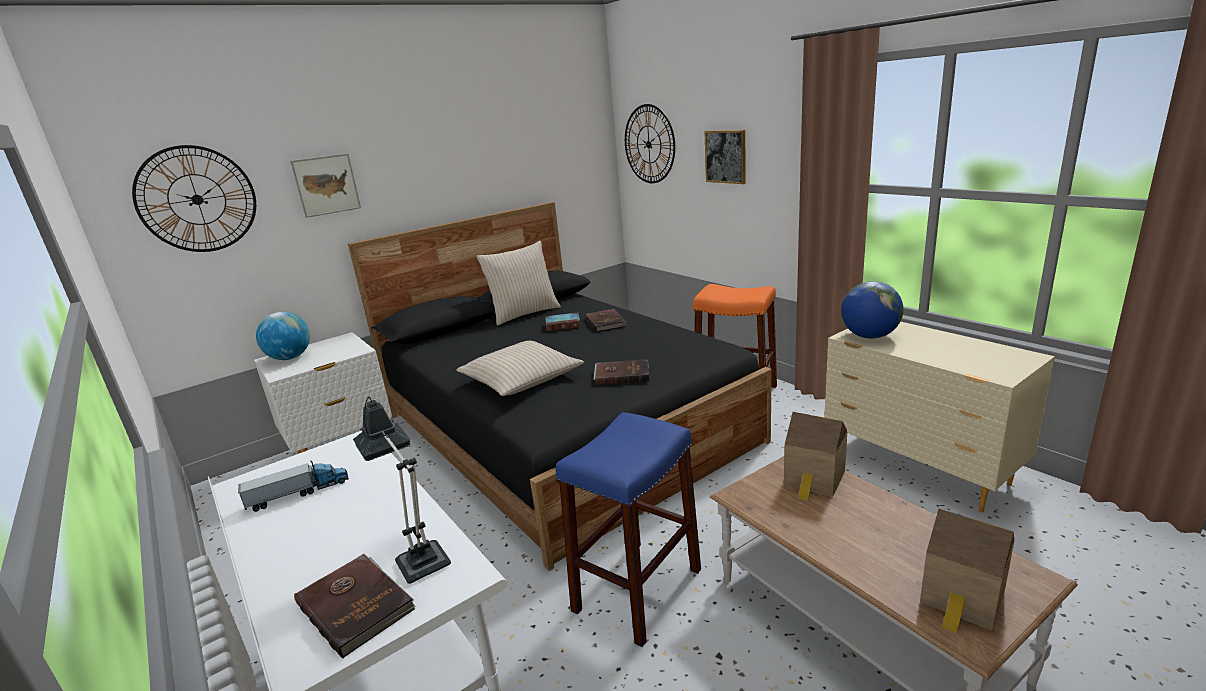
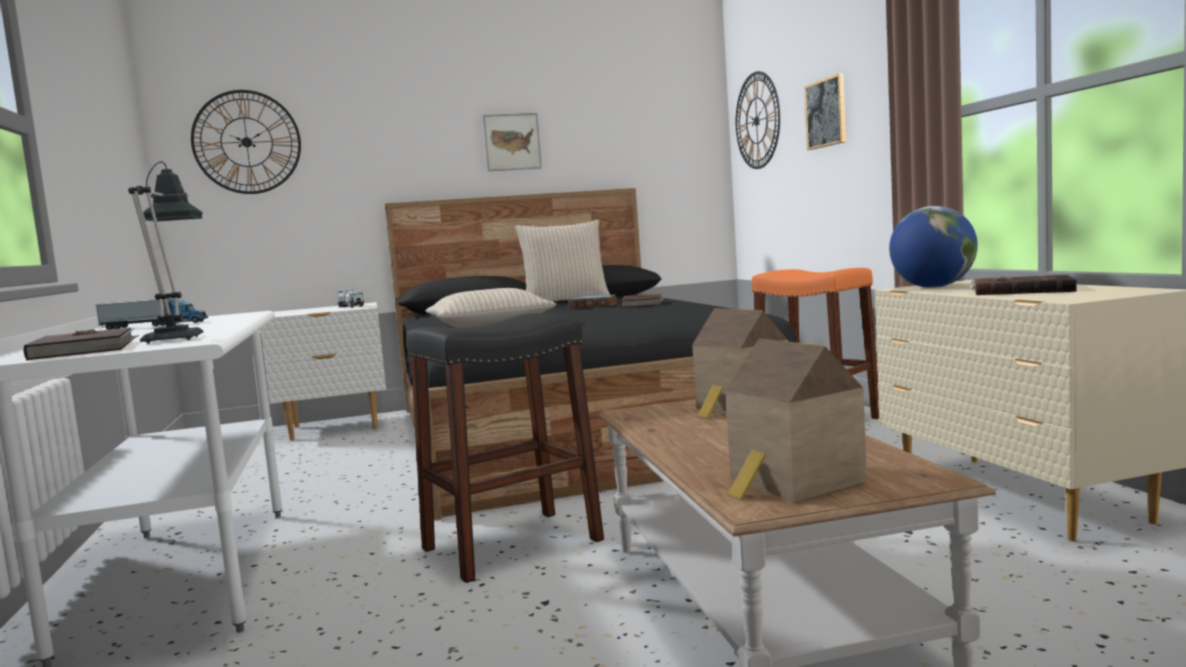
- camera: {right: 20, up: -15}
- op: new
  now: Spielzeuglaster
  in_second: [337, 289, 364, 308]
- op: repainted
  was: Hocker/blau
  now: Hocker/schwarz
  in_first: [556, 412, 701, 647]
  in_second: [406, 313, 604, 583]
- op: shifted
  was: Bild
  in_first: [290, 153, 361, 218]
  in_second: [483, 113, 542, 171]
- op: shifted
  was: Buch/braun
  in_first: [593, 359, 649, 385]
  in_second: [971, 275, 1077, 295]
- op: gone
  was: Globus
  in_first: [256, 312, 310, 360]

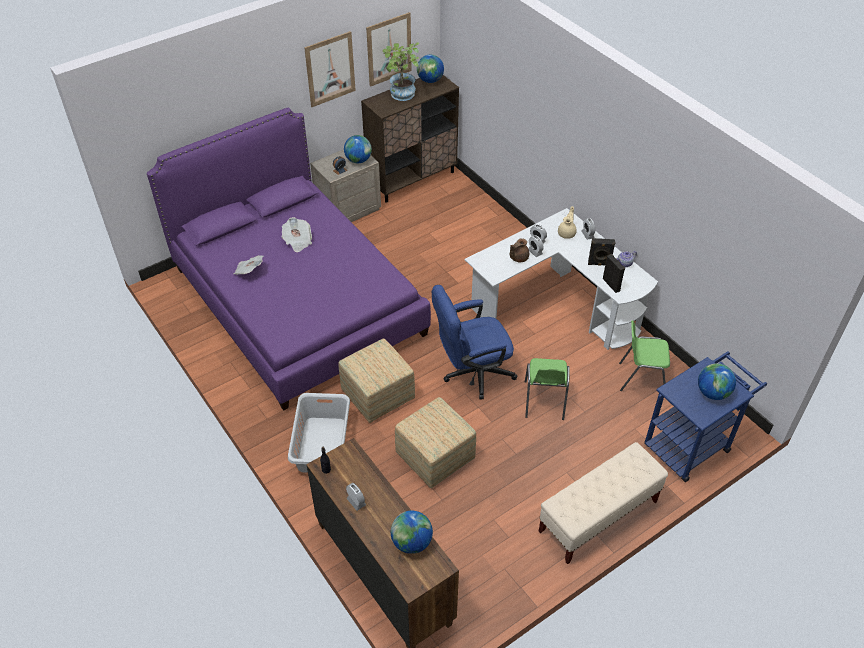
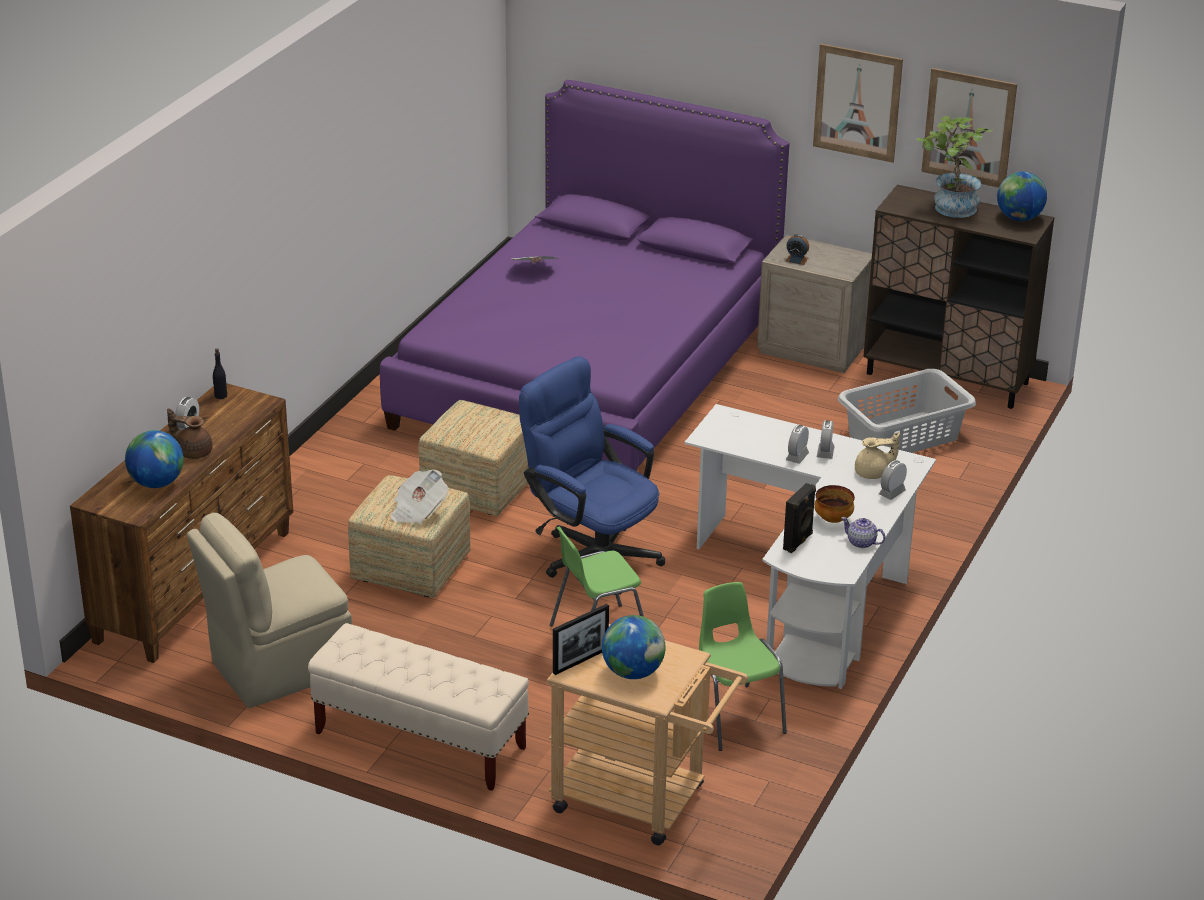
- camera: {right: 60, up: -15}
- op: shifted
  was: Teekanne/braun
  in_first: [510, 238, 529, 263]
  in_second: [167, 408, 213, 459]
- op: new
  now: Stuhl/beige
  in_second: [187, 512, 352, 708]
- op: shifted
  was: Zeitung
  in_first: [282, 217, 312, 252]
  in_second: [390, 470, 448, 524]
- op: repainted
  was: Rollwagen/blau
  now: Rollwagen/beige
  in_first: [644, 351, 767, 482]
  in_second: [547, 624, 748, 845]
- op: new
  now: Bilderrahmen
  in_second: [553, 604, 609, 675]
- op: swapped
  was: Lautsprecher/schwarz
  now: Schüssel
  in_first: [588, 238, 615, 266]
  in_second: [814, 485, 855, 523]
- op: shifted
  was: Wäschekorb/grau
  in_first: [288, 393, 350, 473]
  in_second: [838, 369, 976, 453]
- op: gone
  was: Globus
  in_first: [344, 135, 372, 163]

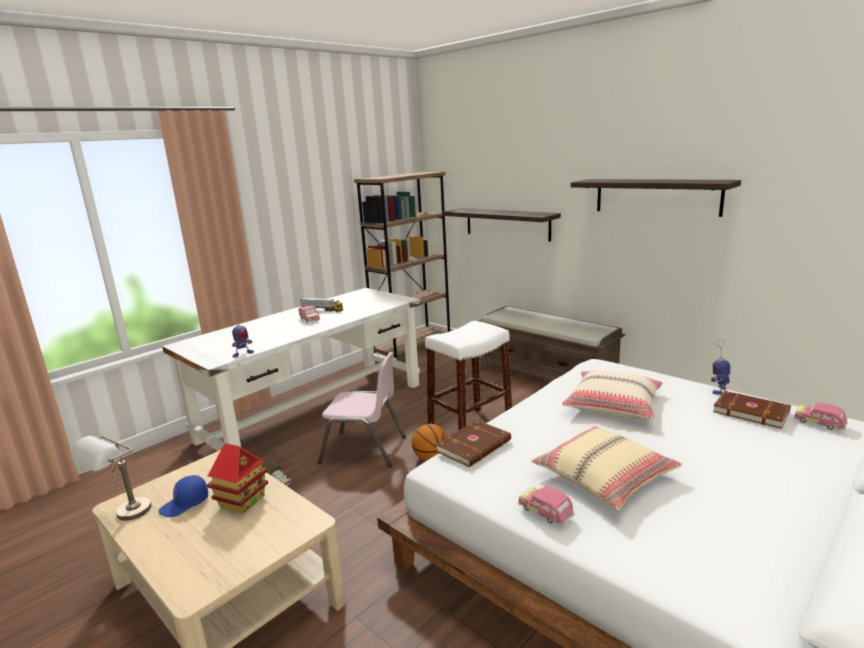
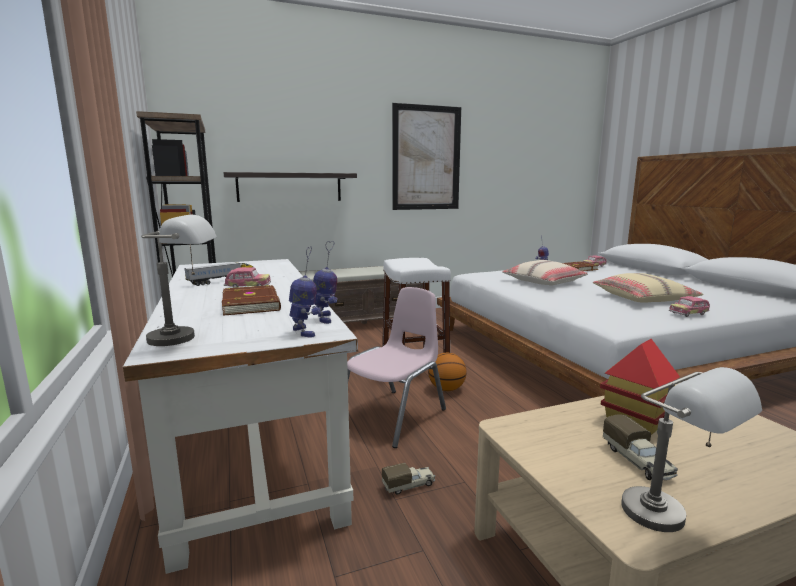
- camera: {right: -65, up: -5}
- op: new
  now: Tischlampe/grau
  in_second: [141, 215, 217, 346]
- op: shifted
  was: Buch/braun
  in_first: [436, 420, 511, 467]
  in_second: [222, 285, 281, 316]
- op: new
  now: Spielzeugroboter
  in_second: [289, 246, 321, 338]
- op: swapped
  was: Wandregal
  now: Bild
  in_first: [571, 179, 741, 217]
  in_second: [392, 103, 461, 210]
- op: swapped
  was: Kappe/blau
  now: Spielzeuglaster
  in_first: [158, 475, 208, 517]
  in_second: [603, 414, 678, 480]

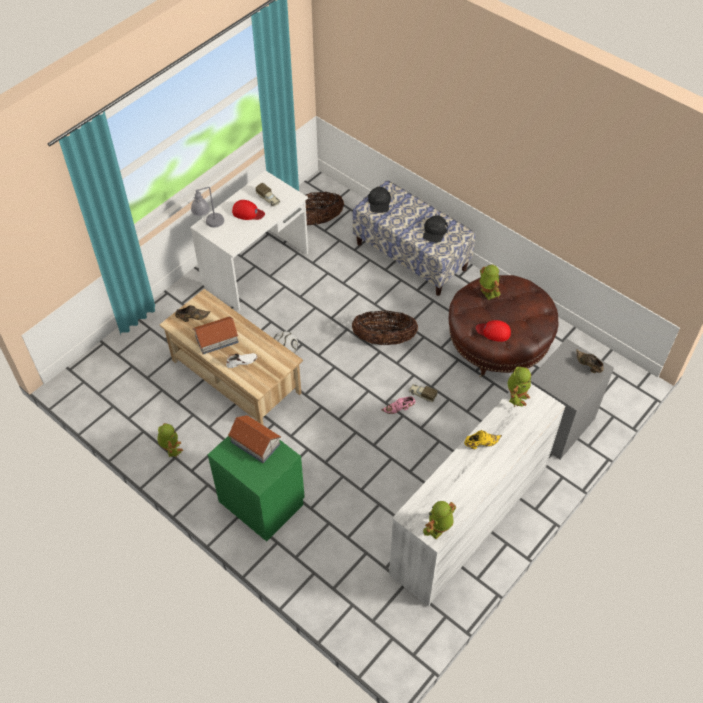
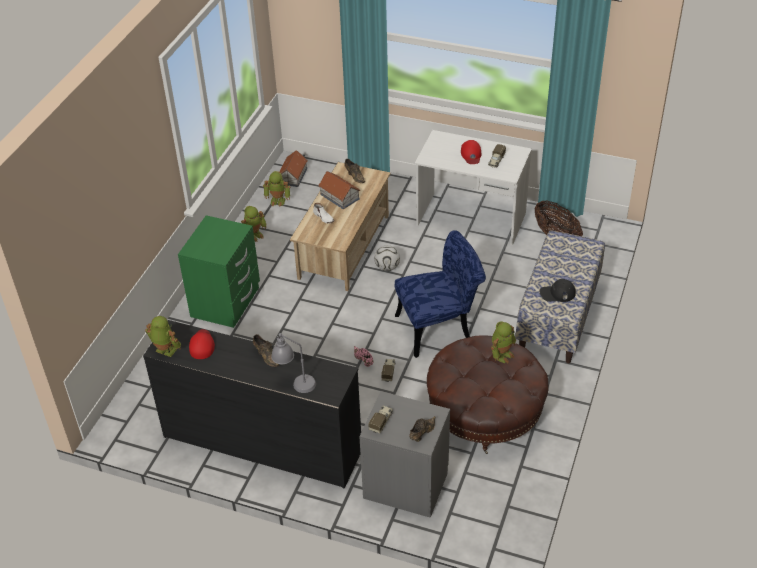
- camera: {right: 70, up: -10}
- op: repainted
  was: Kommode/weiß
  now: Kommode/schwarz
  in_first: [389, 384, 566, 606]
  in_second: [143, 320, 361, 489]
- op: shifted
  was: Kappe/rot
  in_first: [476, 320, 511, 342]
  in_second: [189, 329, 215, 359]
- op: repainted
  was: Schuh/gelb
  now: Schuh/braun
  in_first: [464, 430, 502, 449]
  in_second: [253, 334, 279, 367]
- op: shifted
  was: Spielzeugroboter
  in_first: [508, 367, 532, 407]
  in_second: [263, 171, 290, 207]
- op: shifted
  was: Tischlampe/grau
  in_first: [191, 187, 224, 227]
  in_second: [271, 333, 316, 393]
- op: shifted
  was: Spielzeughaus
  in_first: [228, 415, 281, 463]
  in_second: [279, 150, 308, 187]
- op: new
  now: Spielzeuglaster
  in_second: [368, 405, 393, 433]
- op: swapped
  was: Korb
  now: Stuhl/blau
  in_first: [352, 310, 418, 345]
  in_second: [395, 230, 486, 358]
- op: gone
  was: Kappe/schwarz
  in_first: [368, 187, 391, 213]

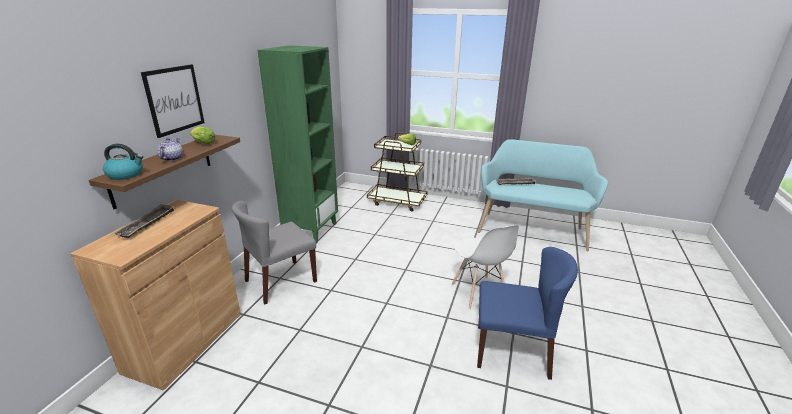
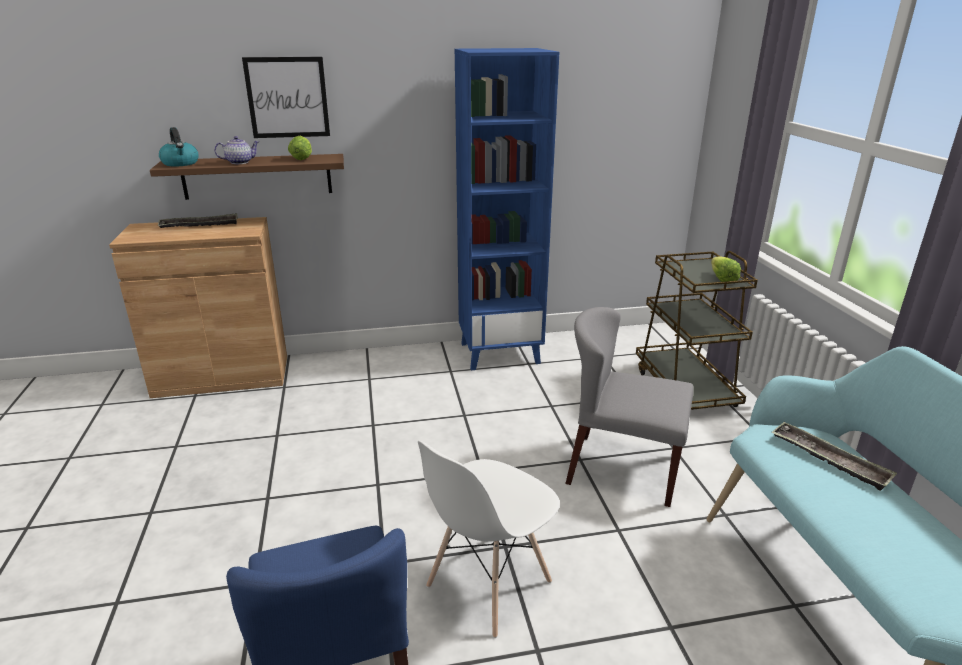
- camera: {right: 60, up: 0}
- op: repainted
  was: Bücherregal/grün
  now: Bücherregal/blau
  in_first: [258, 45, 338, 244]
  in_second: [455, 48, 559, 370]
- op: shifted
  was: Stuhl/grau
  in_first: [231, 201, 317, 304]
  in_second: [565, 307, 694, 507]

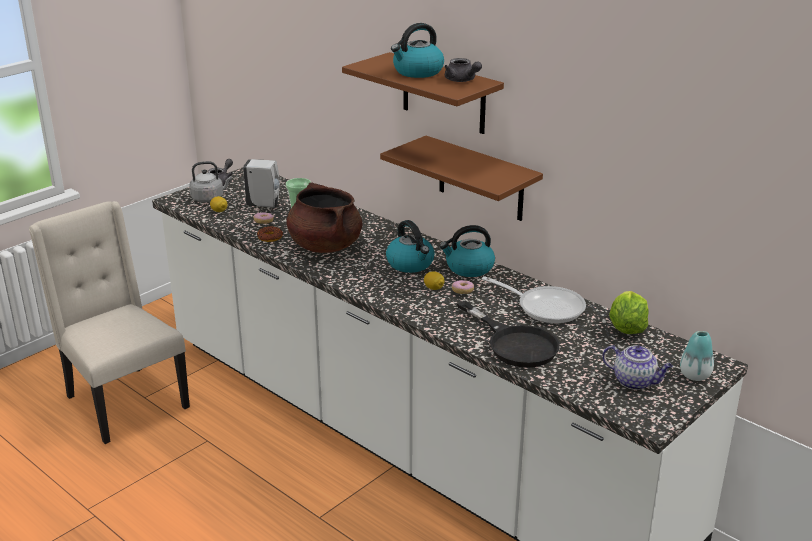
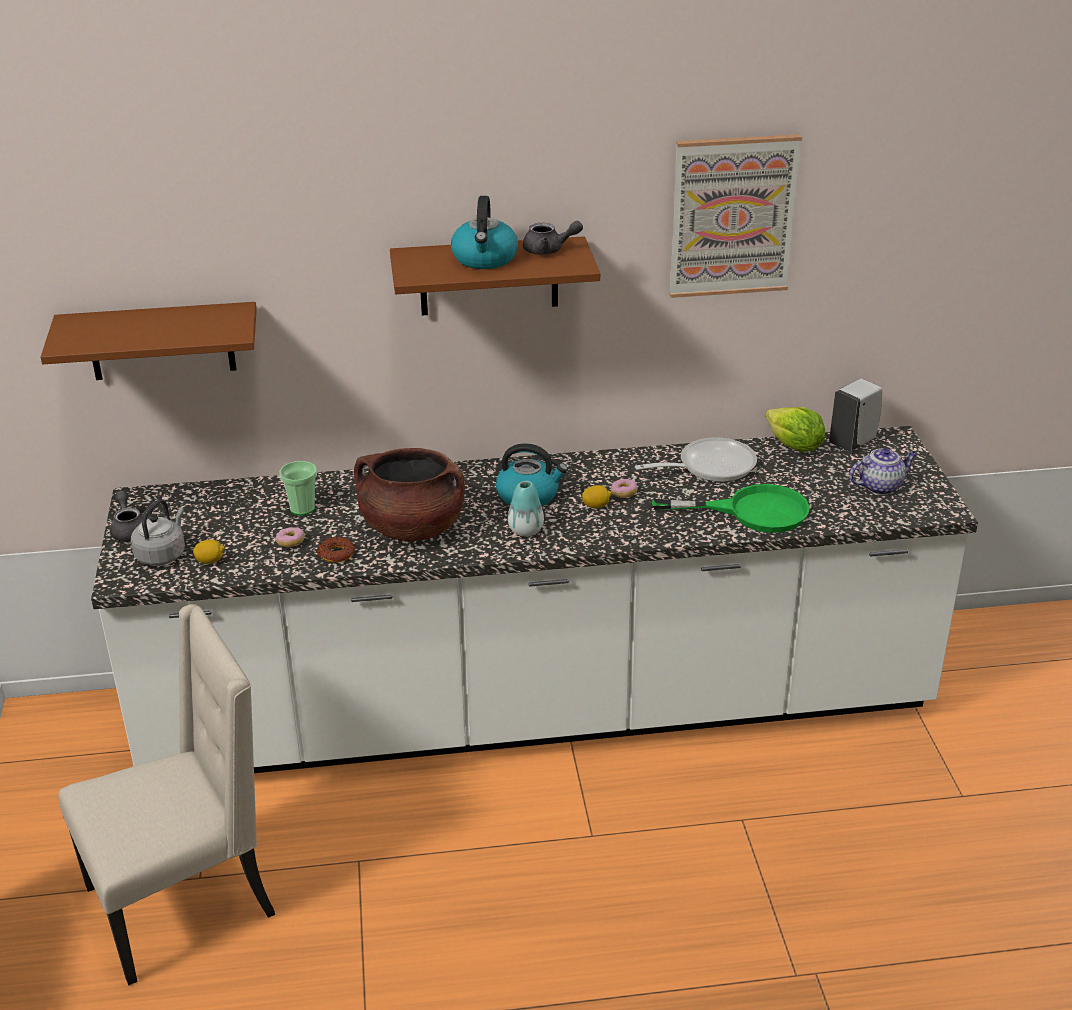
- camera: {right: -50, up: 5}
- op: shifted
  was: Wandregal/braun
  in_first: [380, 136, 543, 221]
  in_second: [40, 302, 257, 380]
- op: rotated
  was: Stuhl/beige
  in_first: [29, 201, 190, 444]
  in_second: [58, 604, 275, 986]
  clockwise: 150
- op: shifted
  was: Vase
  in_first: [680, 331, 714, 381]
  in_second: [508, 481, 544, 536]
- op: repainted
  was: Pfanne/schwarz
  now: Pfanne/grün
  in_first: [457, 301, 560, 368]
  in_second: [652, 484, 810, 533]
- op: new
  now: Bild
  in_second: [669, 134, 802, 298]
- op: shifted
  was: Seifenspender/weiß
  in_first: [243, 159, 280, 208]
  in_second: [829, 378, 882, 451]
- op: gone
  was: Wasserkessel
  in_first: [440, 225, 495, 277]

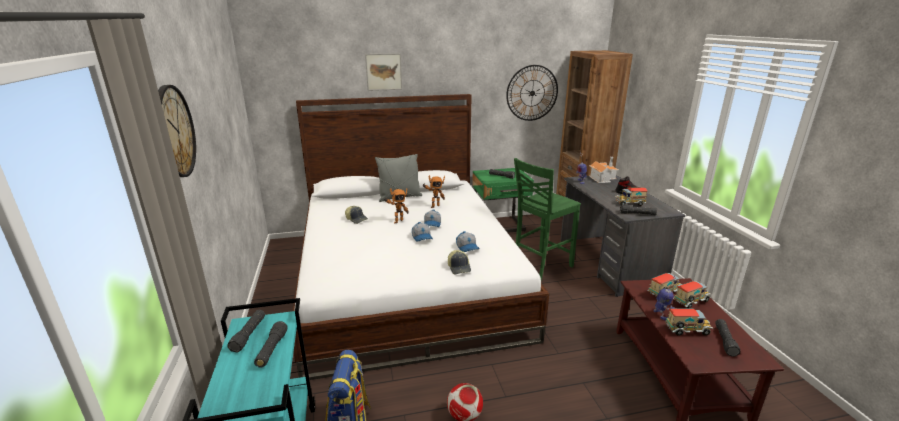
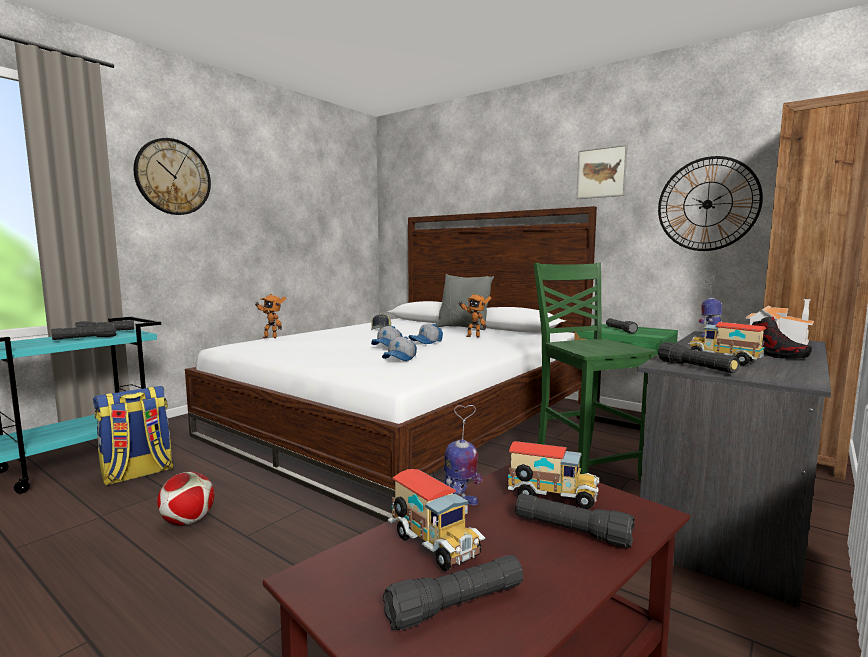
- camera: {right: 50, up: -15}
- op: shifted
  was: Spielzeugroboter
  in_first: [385, 188, 408, 223]
  in_second: [255, 293, 286, 338]
- op: swapped
  was: Spielzeuglaster
  now: Taschenlampe/schwarz
  in_first: [673, 281, 712, 309]
  in_second: [515, 493, 635, 548]
- op: rotated
  was: Stuhl/grün
  in_first: [514, 158, 581, 281]
  in_second: [534, 262, 657, 482]
  clockwise: 60
- op: shifted
  was: Bild
  in_first: [365, 53, 402, 91]
  in_second: [576, 144, 628, 199]
- op: gone
  was: Kappe
  in_first: [448, 250, 471, 274]

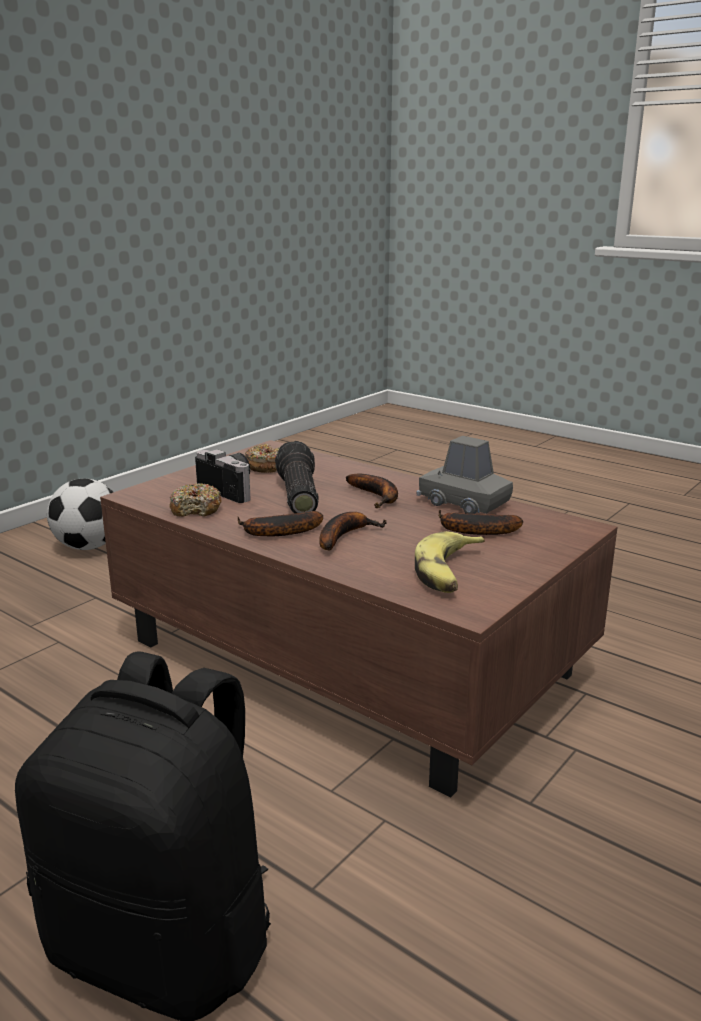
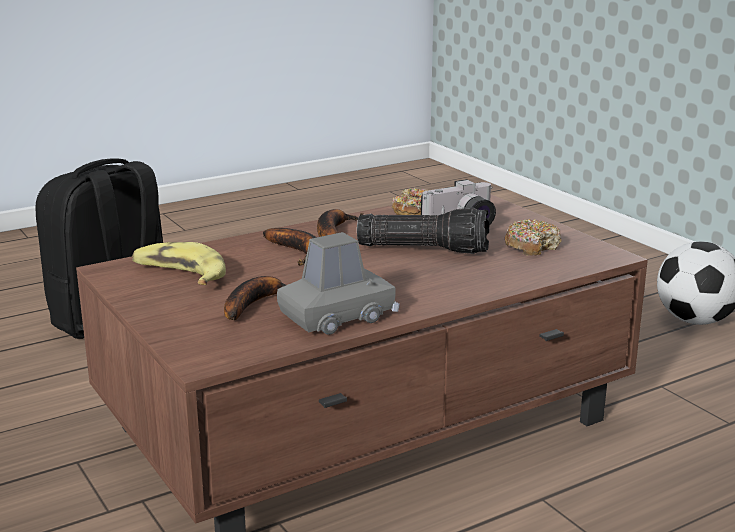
- camera: {right: 110, up: 0}
- op: gone
  was: Banane
  in_first: [346, 474, 398, 508]

